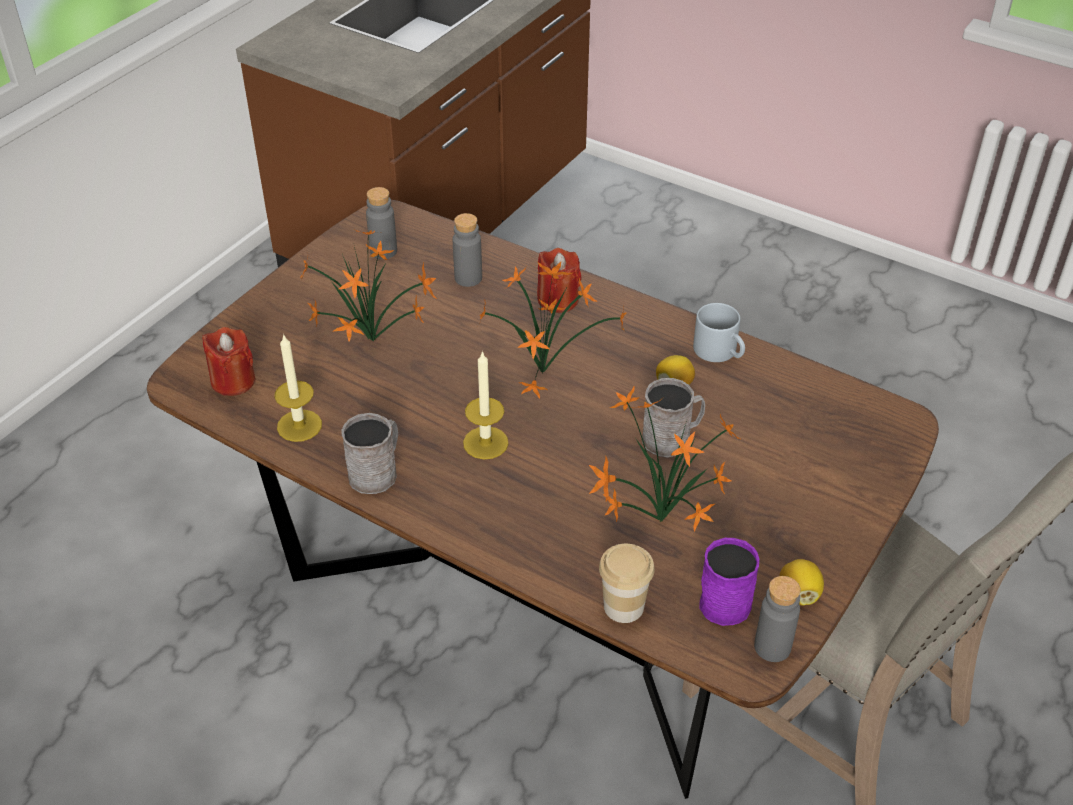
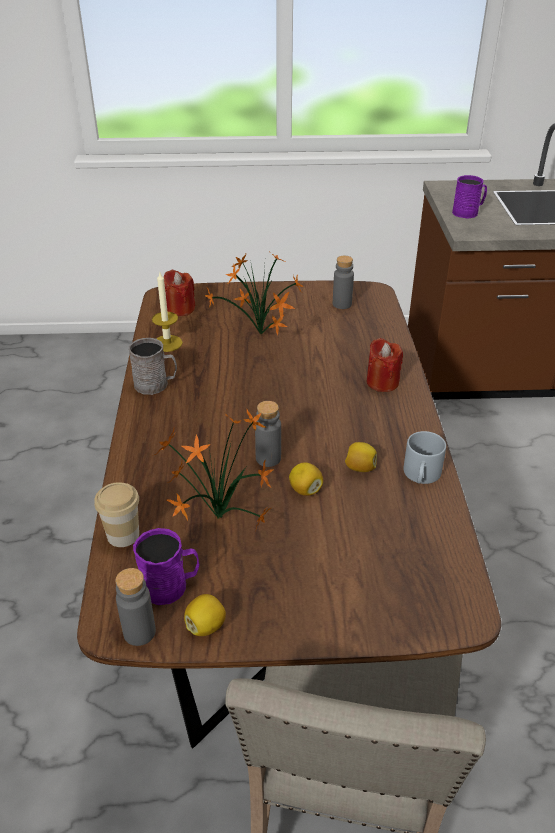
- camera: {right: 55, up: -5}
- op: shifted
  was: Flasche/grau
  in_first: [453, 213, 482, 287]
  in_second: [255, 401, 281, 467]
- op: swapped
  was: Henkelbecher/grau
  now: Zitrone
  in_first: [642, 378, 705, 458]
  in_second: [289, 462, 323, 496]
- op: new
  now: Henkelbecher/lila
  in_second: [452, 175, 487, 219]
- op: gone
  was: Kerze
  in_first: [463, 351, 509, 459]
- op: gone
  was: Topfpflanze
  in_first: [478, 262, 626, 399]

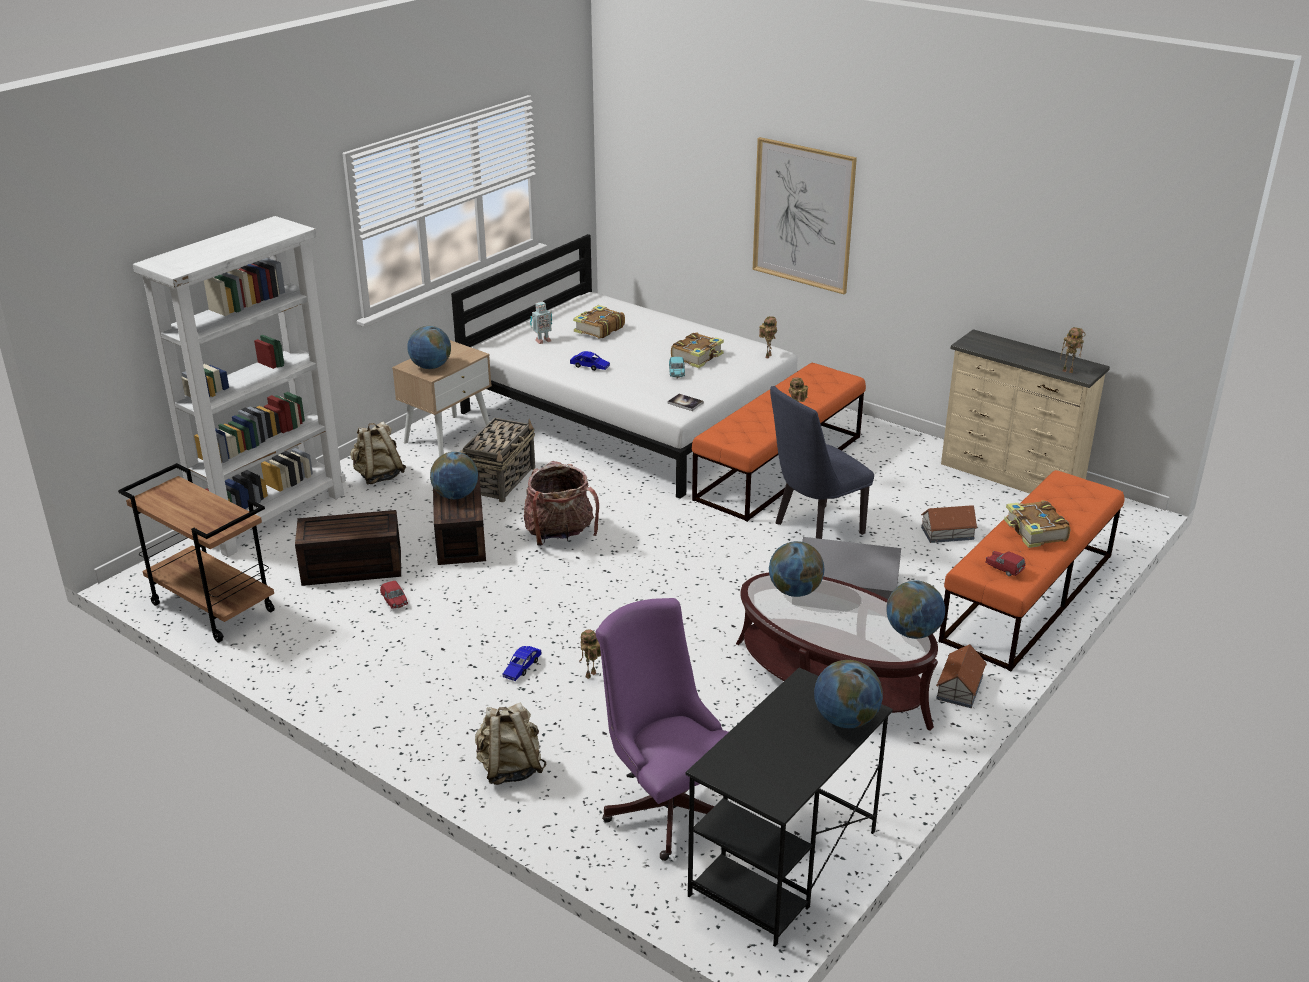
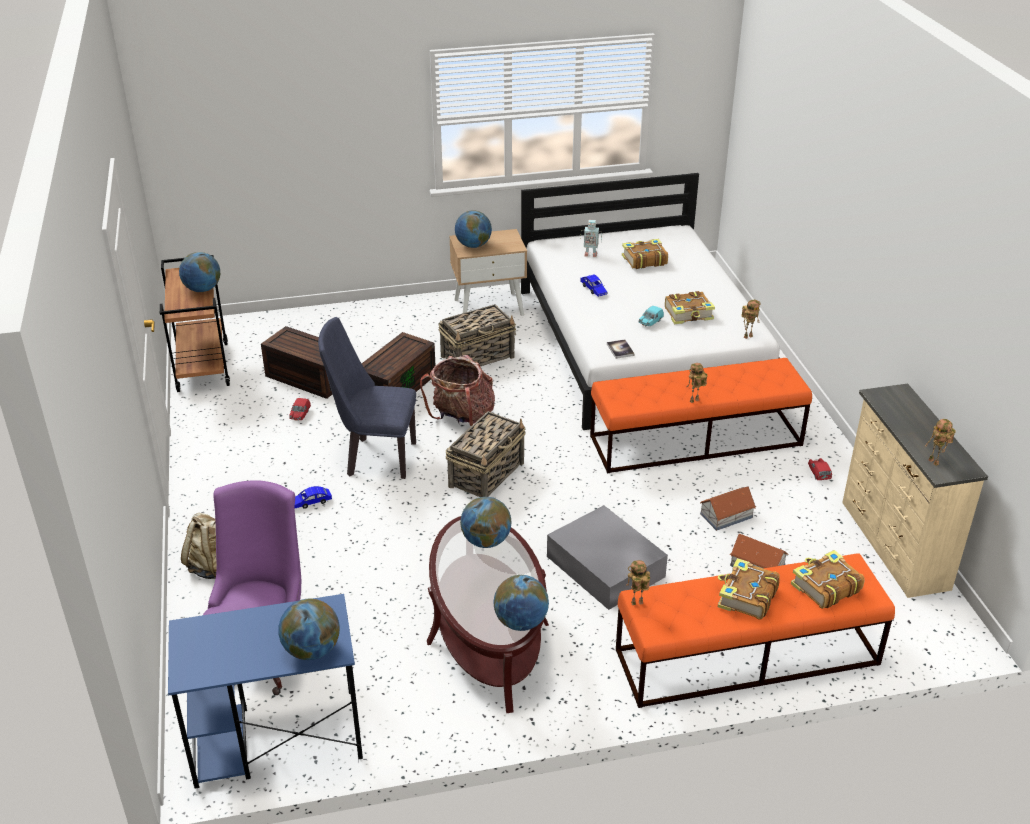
- camera: {right: 40, up: 5}
- op: repainted
  was: Schreibtisch/schwarz
  now: Schreibtisch/blau
  in_first: [686, 668, 893, 947]
  in_second: [168, 594, 363, 789]
- op: shifted
  was: Globus
  in_first: [430, 452, 478, 499]
  in_second: [179, 252, 220, 292]
- op: shifted
  was: Stuhl/blau
  in_first: [770, 386, 874, 539]
  in_second: [318, 317, 416, 479]
- op: new
  now: Korb
  in_second: [446, 411, 526, 497]
- op: shifted
  was: Spielzeugroboter
  in_first: [579, 630, 601, 679]
  in_second: [626, 560, 650, 605]
- op: shifted
  was: Spielzeughaus
  in_first: [936, 644, 987, 708]
  in_second: [700, 486, 756, 531]
- op: new
  now: Buch
  in_second: [791, 550, 865, 609]
- op: shifted
  was: Spielzeugauto/rot
  in_first: [985, 551, 1026, 576]
  in_second: [808, 458, 832, 480]
- op: gone
  was: Bücherregal/weiß
  in_first: [133, 216, 346, 557]
- op: gone
  was: Rucksack/beige
  in_first: [350, 421, 406, 484]
- op: gone
  was: Bild
  in_first: [753, 137, 857, 294]

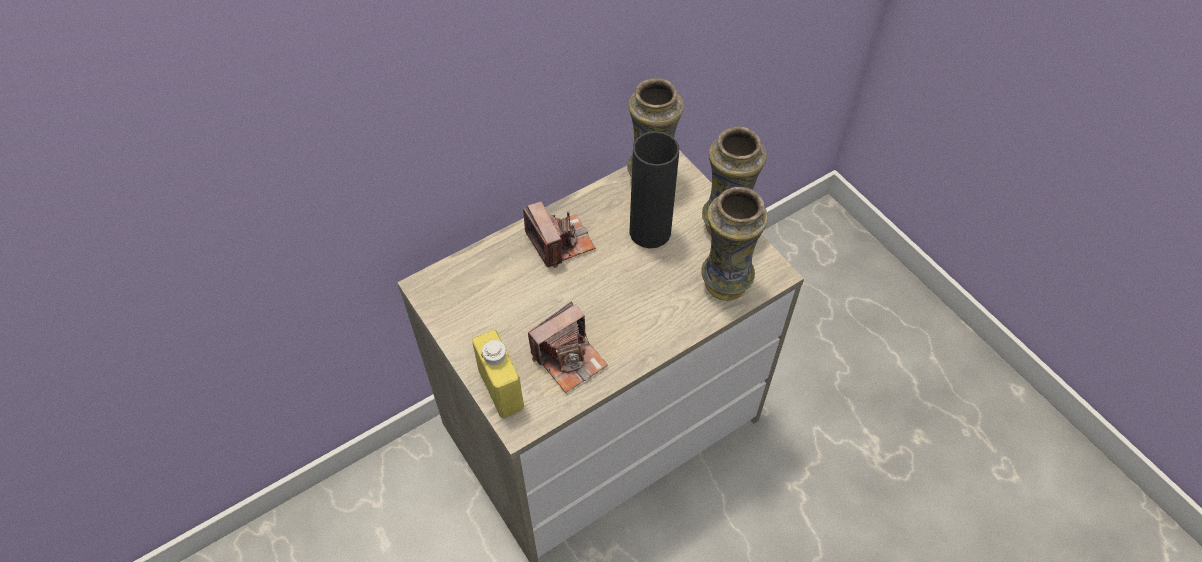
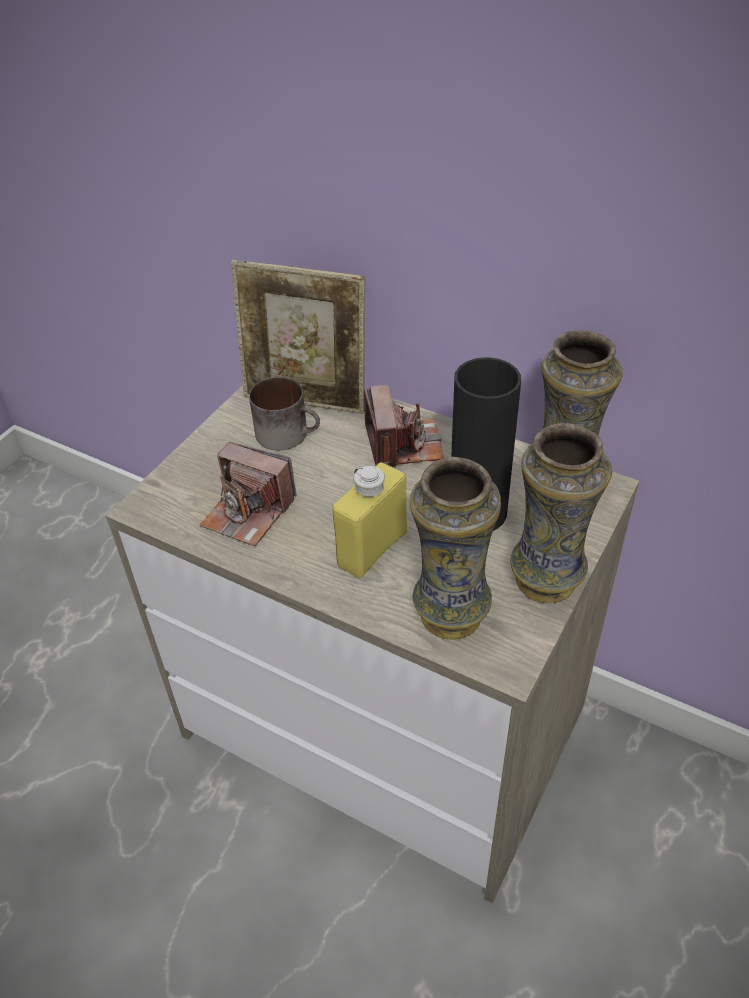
- camera: {right: 65, up: -10}
- op: new
  now: Bilderrahmen
  in_second: [231, 260, 365, 414]
- op: new
  now: Henkelbecher
  in_second: [249, 377, 320, 450]
- op: shifted
  was: Flasche/gelb
  in_first: [472, 330, 524, 418]
  in_second: [332, 463, 407, 578]
- op: rotated
  was: Kamera
  in_first: [523, 201, 595, 268]
  in_second: [364, 385, 444, 467]
  clockwise: -45

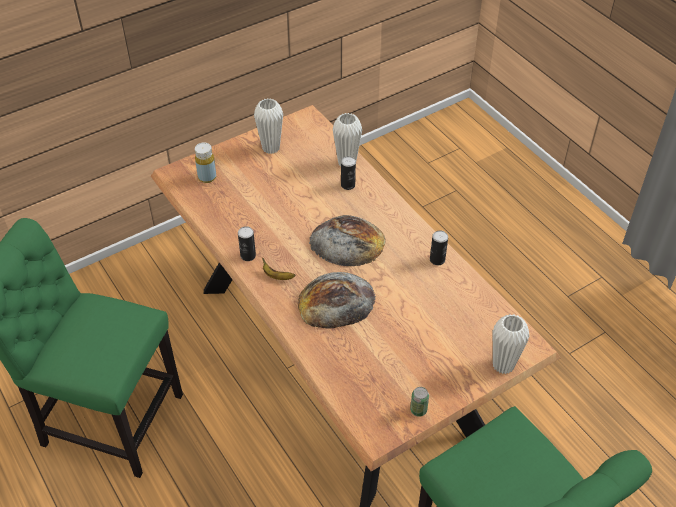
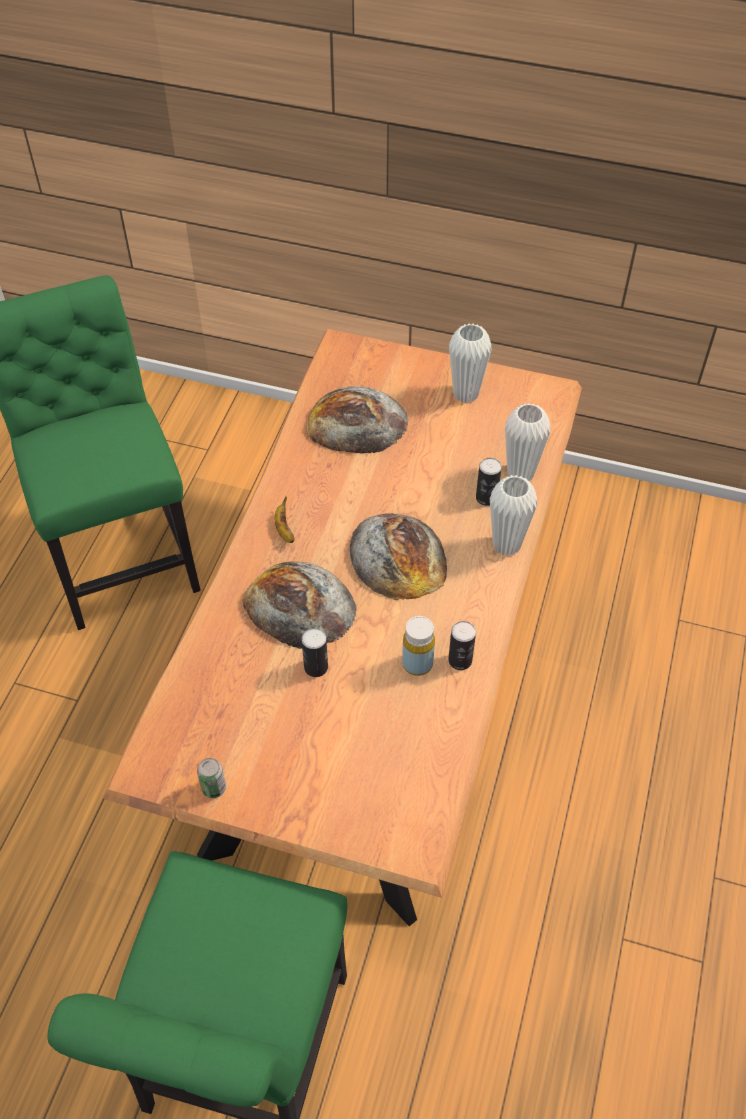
- camera: {right: 50, up: 5}
- op: shifted
  was: Dose
  in_first: [238, 226, 256, 261]
  in_second: [302, 628, 328, 677]
- op: new
  now: Brot
  in_second: [306, 386, 408, 454]
- op: shifted
  was: Flasche/gelb
  in_first: [195, 142, 216, 183]
  in_second: [402, 616, 435, 676]
- op: shifted
  was: Vase/weiß
  in_first: [493, 314, 529, 374]
  in_second: [490, 475, 538, 556]

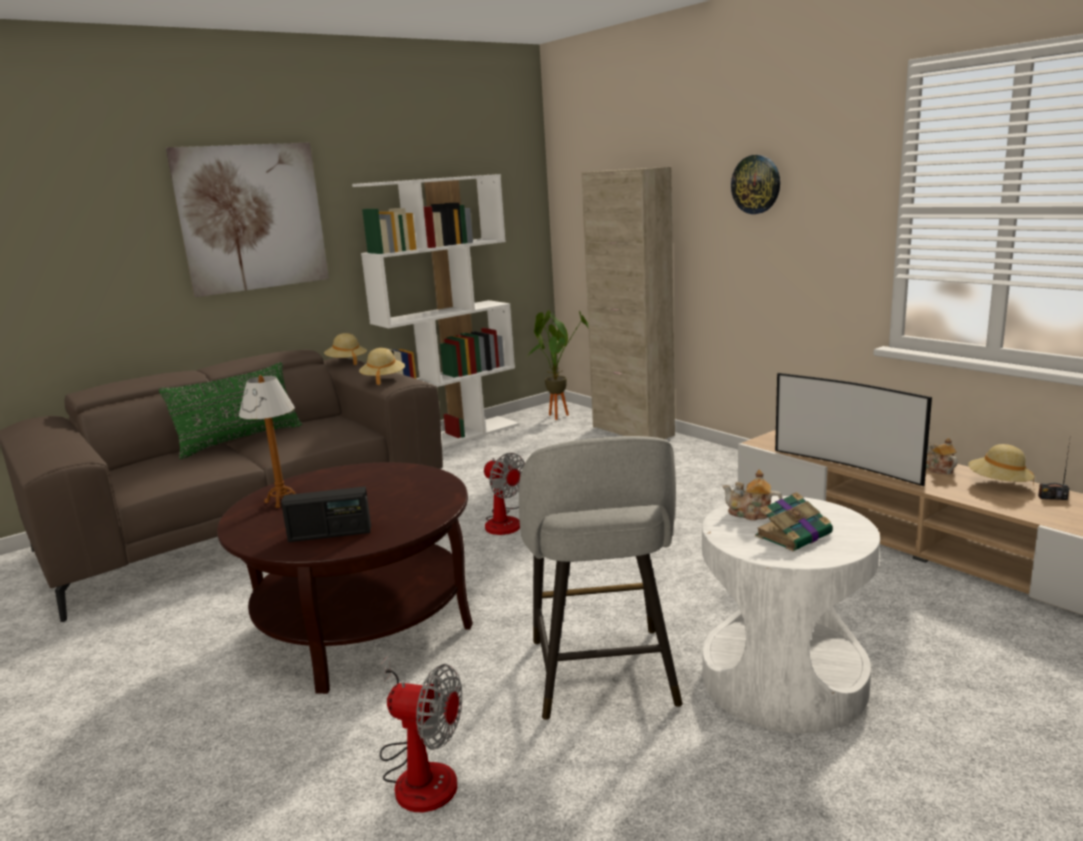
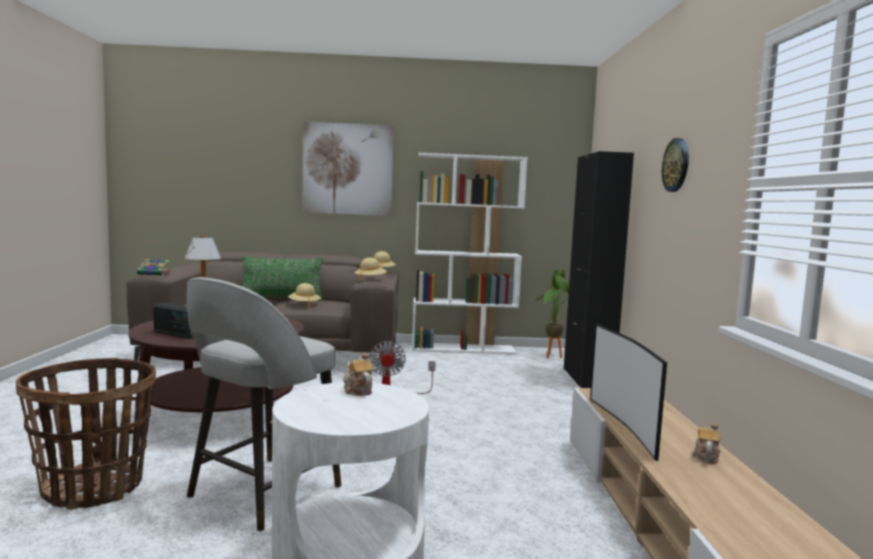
- camera: {right: 35, up: -10}
- op: swapped
  was: Ventilator
  now: Korb
  in_first: [380, 656, 462, 812]
  in_second: [16, 358, 156, 509]
- op: shifted
  was: Buch
  in_first: [755, 492, 833, 551]
  in_second: [137, 259, 171, 276]
- op: shifted
  was: Hut/beige
  in_first: [968, 444, 1035, 485]
  in_second: [288, 283, 321, 308]
- op: repainted
  was: Schrank/beige
  now: Schrank/schwarz
  in_first: [581, 167, 675, 439]
  in_second: [564, 151, 634, 388]
- op: gone
  was: Radio
  in_first: [1038, 441, 1070, 500]

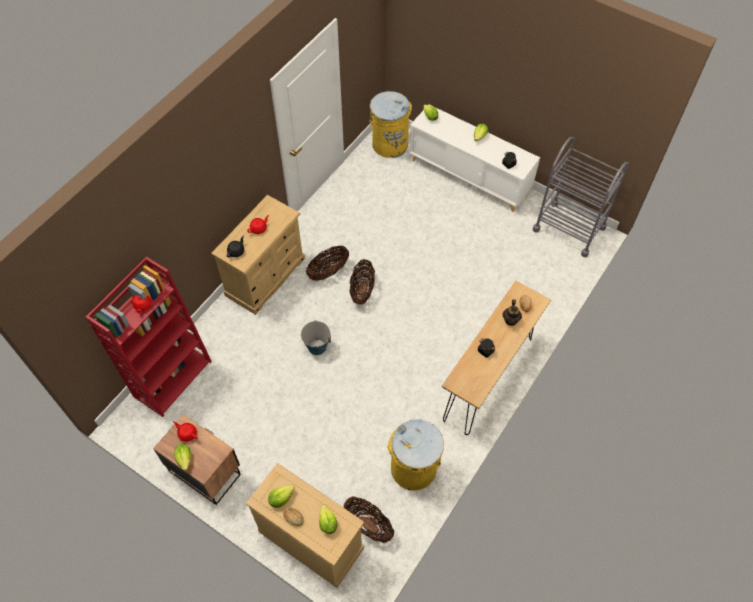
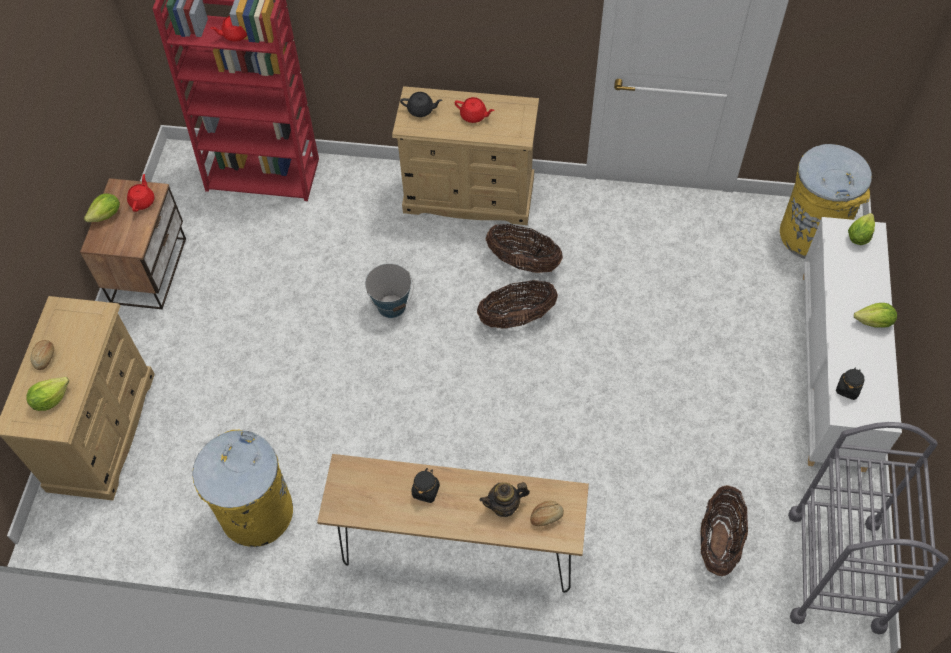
- camera: {right: 65, up: 0}
- op: shifted
  was: Korb
  in_first: [344, 496, 394, 543]
  in_second: [700, 485, 748, 576]
- op: gone
  was: Salatkopf
  in_first: [268, 485, 295, 508]

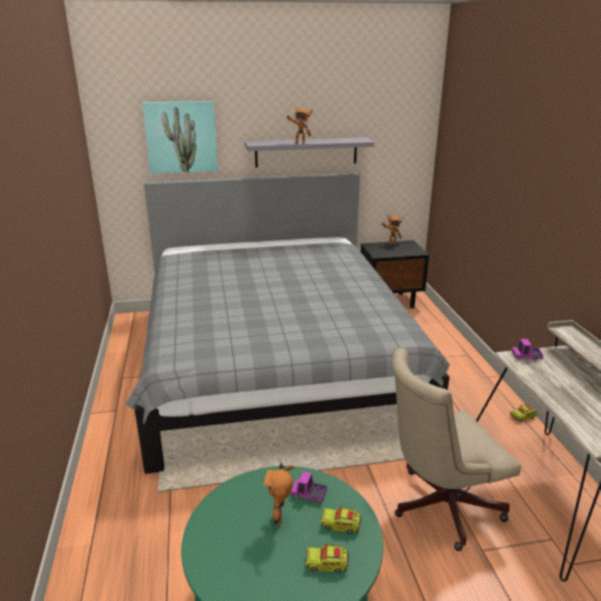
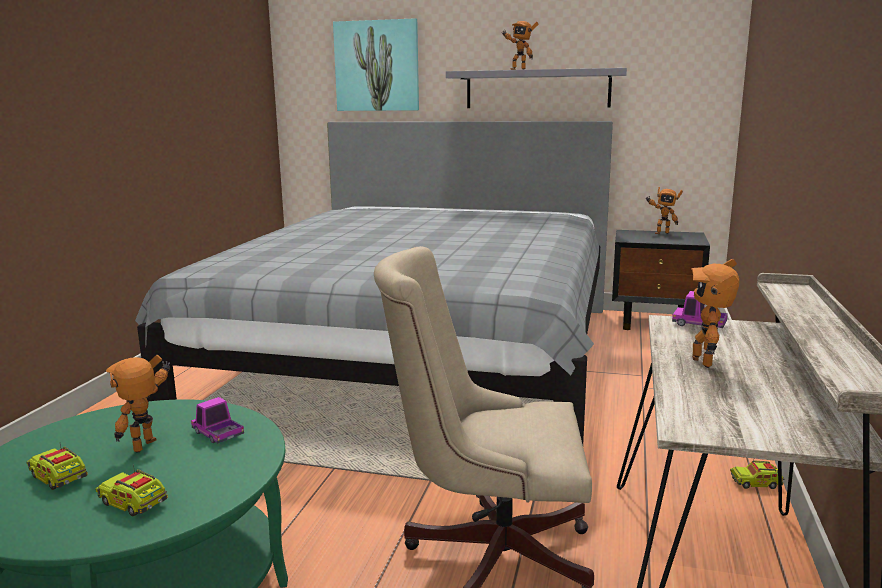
- camera: {right: 25, up: -10}
- op: shifted
  was: Spielzeuglaster
  in_first: [320, 506, 362, 534]
  in_second: [27, 444, 88, 490]
- op: new
  now: Spielzeugroboter
  in_second: [691, 259, 739, 368]

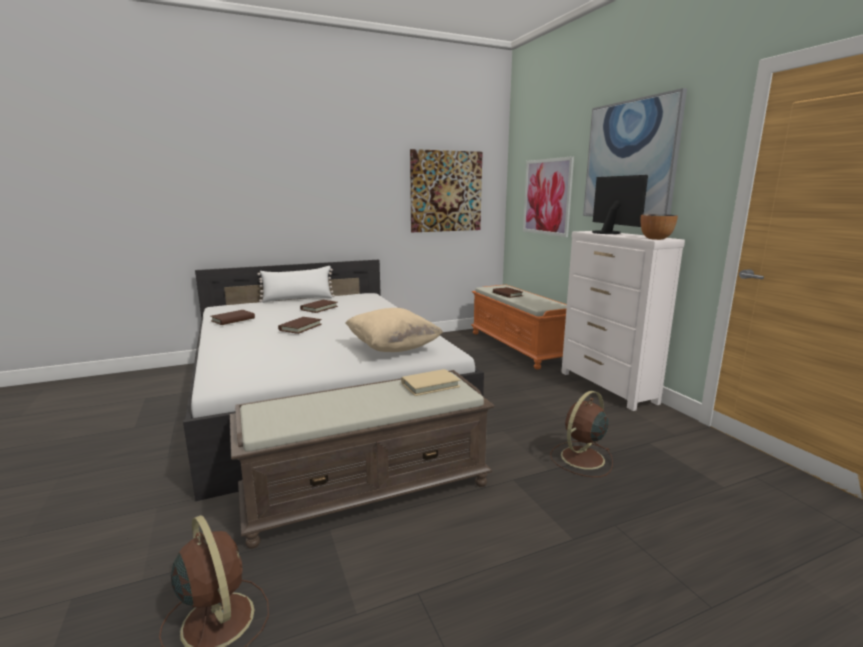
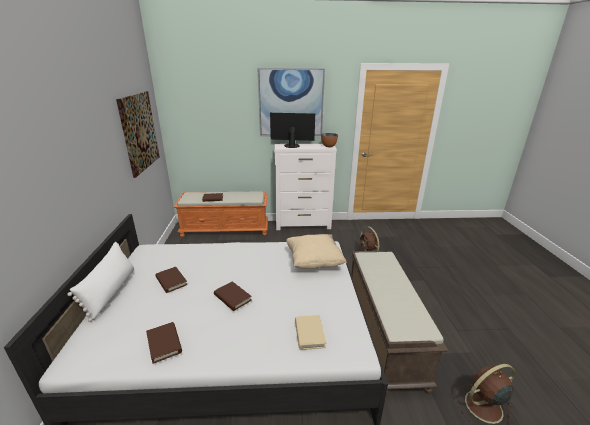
- camera: {right: -70, up: 10}
- op: shifted
  was: Buch/beige
  in_first: [401, 369, 460, 396]
  in_second: [295, 315, 326, 350]
- op: gone
  was: Bild
  in_first: [523, 156, 574, 237]

